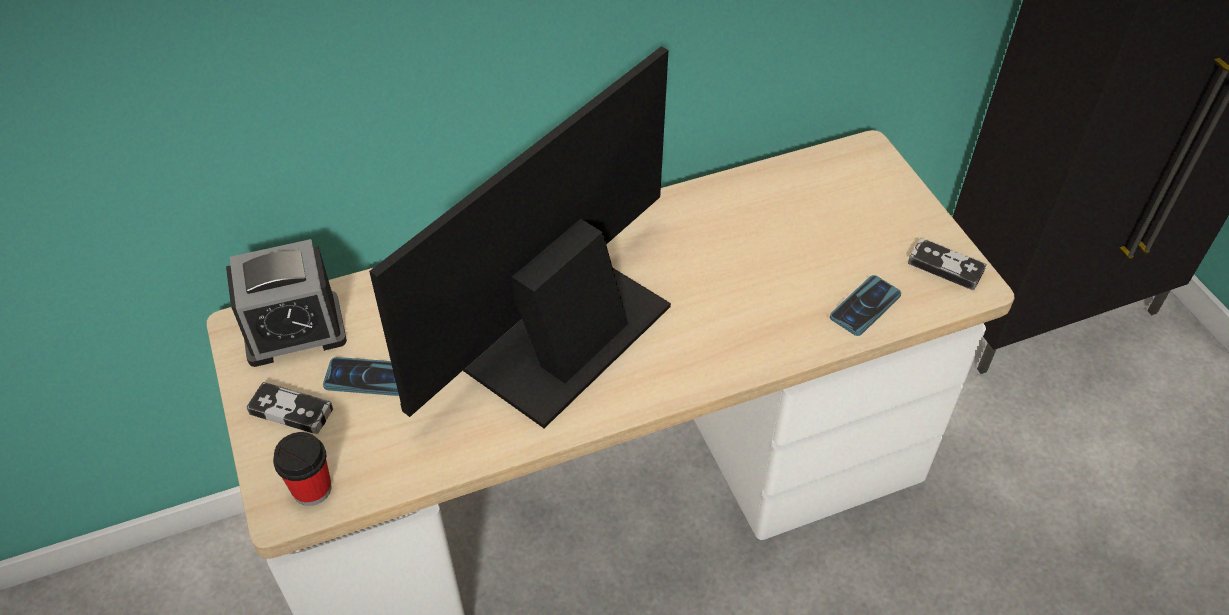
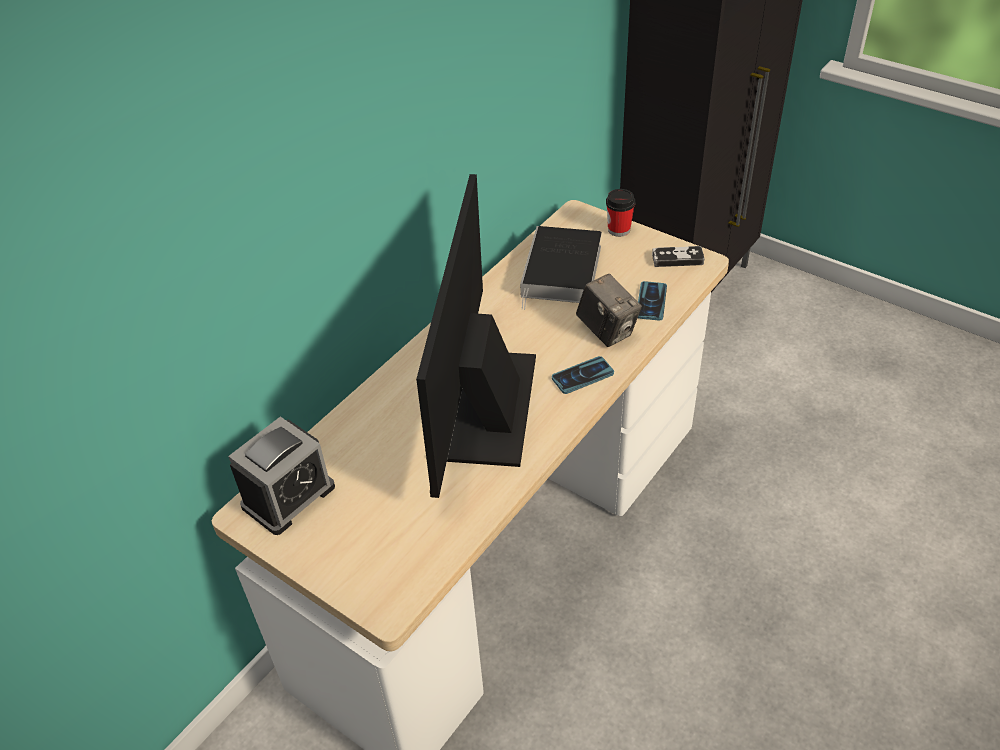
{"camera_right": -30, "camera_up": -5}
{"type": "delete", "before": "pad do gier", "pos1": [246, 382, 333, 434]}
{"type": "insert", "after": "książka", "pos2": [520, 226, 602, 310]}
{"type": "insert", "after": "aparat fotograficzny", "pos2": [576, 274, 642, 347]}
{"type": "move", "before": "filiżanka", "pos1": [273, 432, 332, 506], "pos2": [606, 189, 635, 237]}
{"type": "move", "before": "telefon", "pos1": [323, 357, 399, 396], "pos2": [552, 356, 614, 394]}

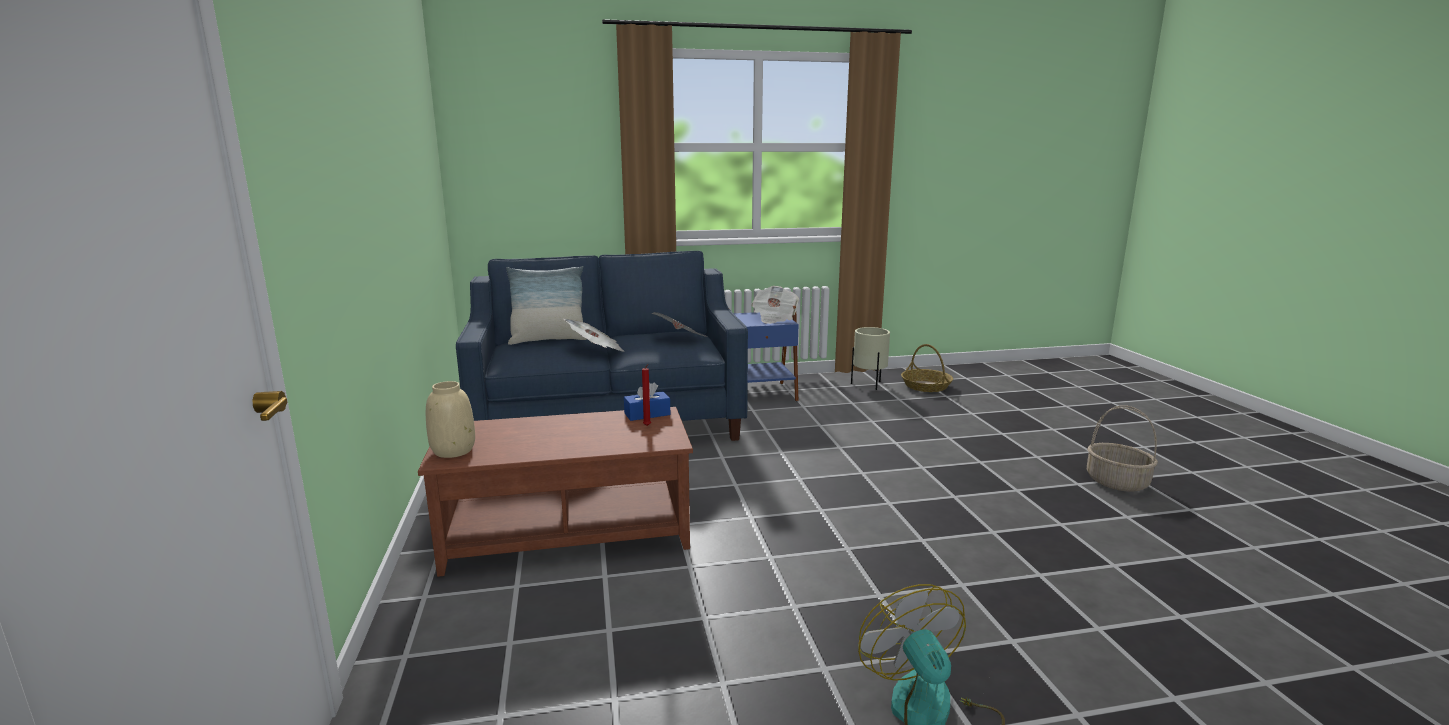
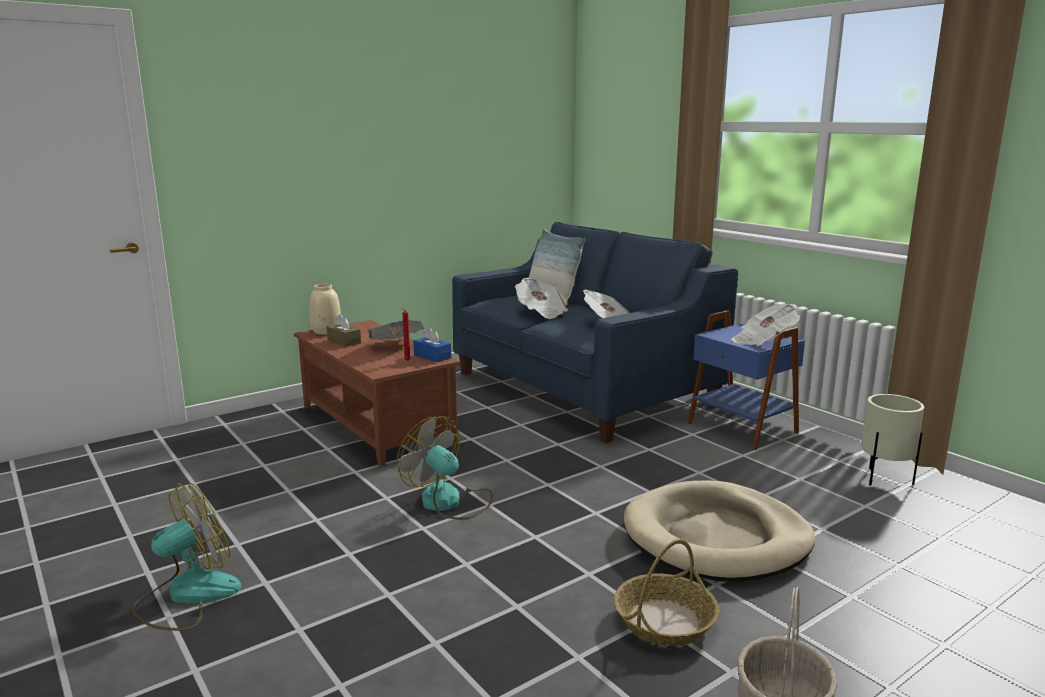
{"camera_right": 65, "camera_up": 0}
{"type": "insert", "after": "pudełko chusteczek (brązowy)", "pos2": [327, 314, 361, 347]}
{"type": "insert", "after": "gazeta", "pos2": [368, 320, 424, 340]}
{"type": "insert", "after": "wentylator", "pos2": [397, 416, 493, 520]}
{"type": "insert", "after": "legowisko (beżowy)", "pos2": [624, 480, 815, 582]}
{"type": "move", "before": "koszyk", "pos1": [901, 344, 953, 392], "pos2": [614, 539, 719, 646]}

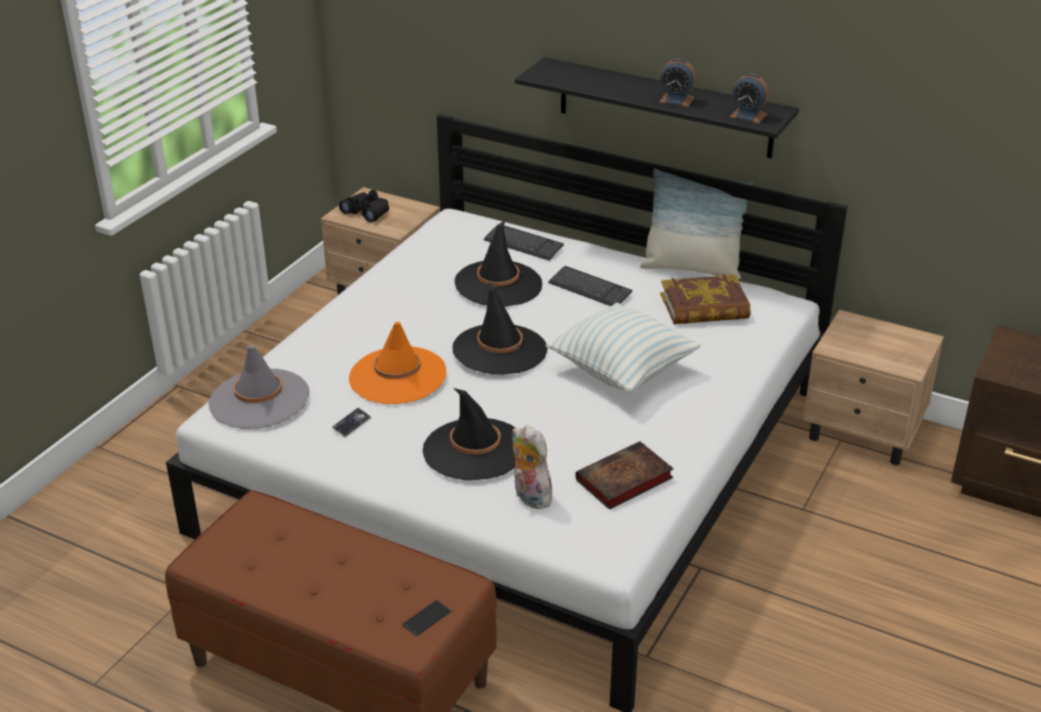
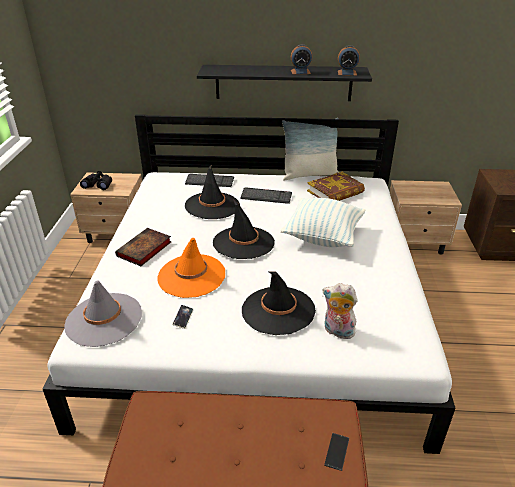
{"camera_right": -25, "camera_up": 0}
{"type": "move", "before": "książka", "pos1": [576, 441, 674, 510], "pos2": [115, 228, 172, 266]}

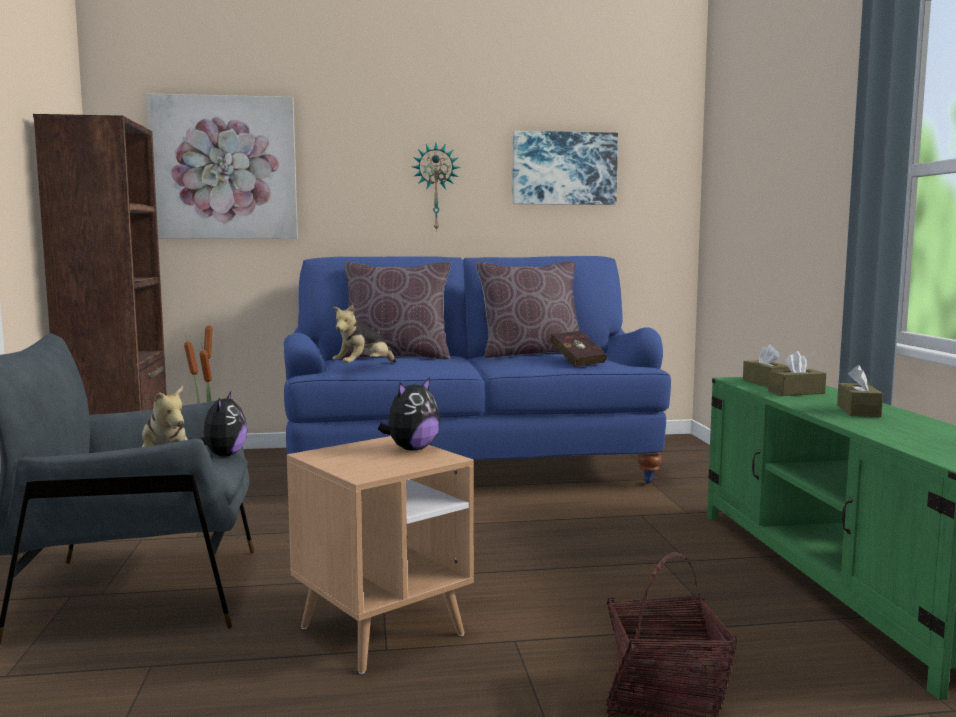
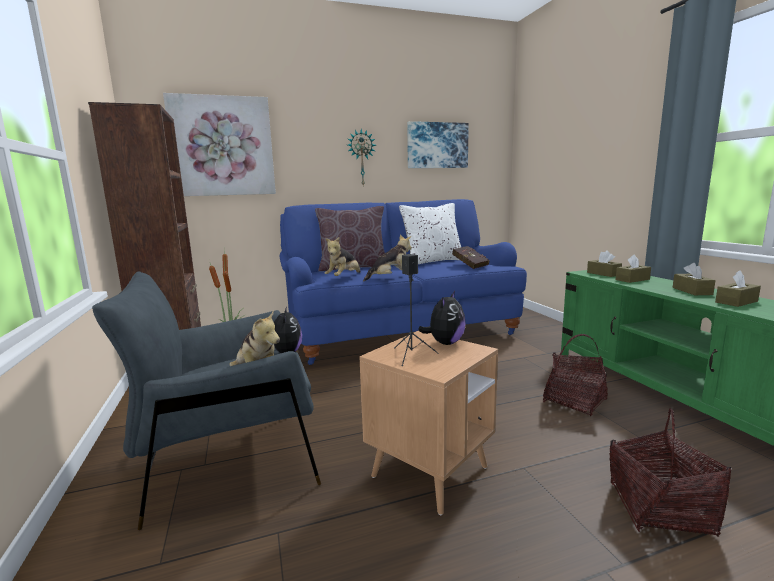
{"camera_right": -10, "camera_up": 5}
{"type": "insert", "after": "pluszak", "pos2": [363, 235, 412, 282]}
{"type": "insert", "after": "głośnik (czarny)", "pos2": [394, 254, 439, 366]}
{"type": "insert", "after": "koszyk", "pos2": [543, 334, 608, 416]}
{"type": "insert", "after": "pudełko chusteczek (brązowy)", "pos2": [715, 270, 761, 307]}
{"type": "recolor", "before": "poduszka (brązowy)", "after": "poduszka (biały)", "pos1": [476, 262, 579, 358], "pos2": [399, 203, 461, 264]}

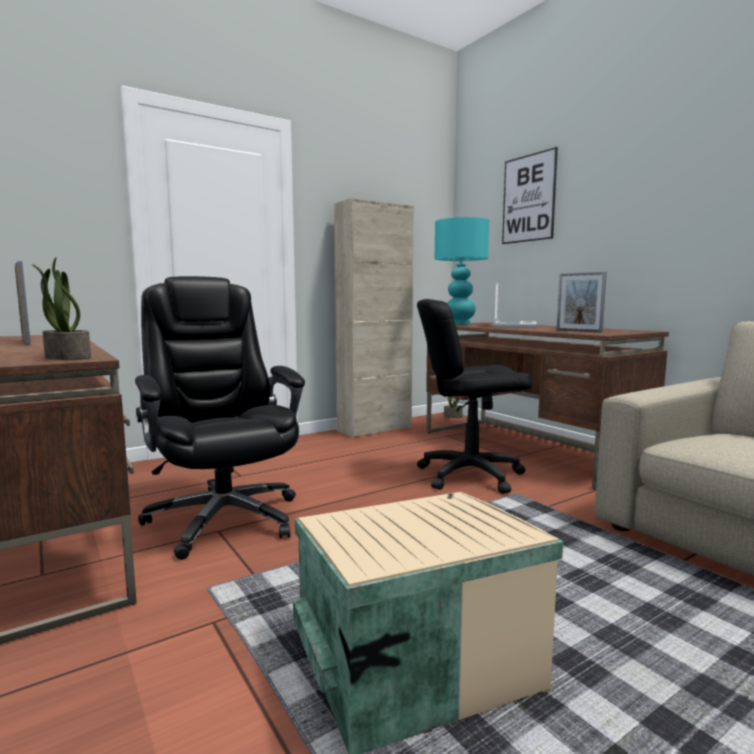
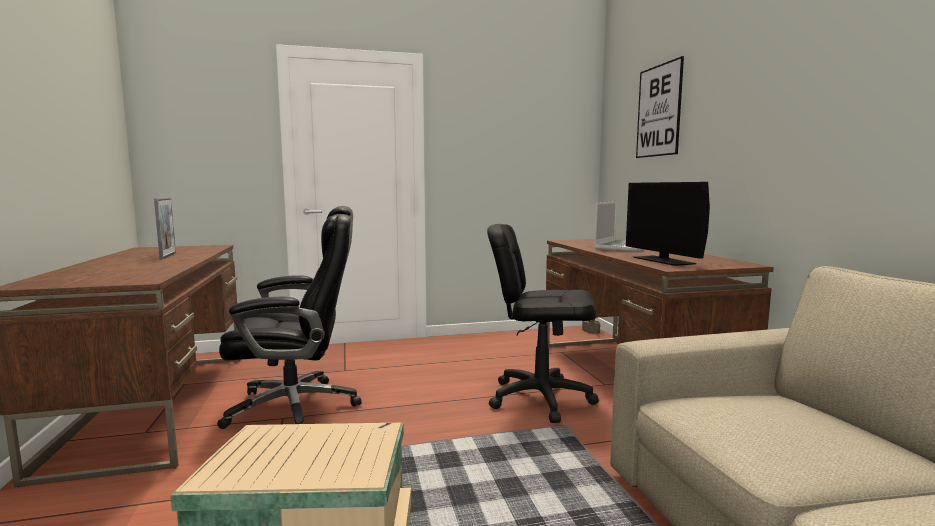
{"camera_right": 20, "camera_up": 0}
{"type": "delete", "before": "roślina doniczkowa", "pos1": [32, 257, 91, 360]}
{"type": "delete", "before": "szafka (beżowy)", "pos1": [334, 198, 414, 438]}
{"type": "delete", "before": "lampa stołowa (turkusowy)", "pos1": [435, 217, 489, 325]}
{"type": "replace", "before": "ramka na zdjęcie", "after": "monitor", "pos1": [557, 271, 607, 332], "pos2": [626, 182, 710, 266]}
{"type": "rotate", "before": "krzesło biurowe (czarny)", "pos1": [135, 276, 305, 560], "pos2": [217, 206, 362, 429], "turn": 90}

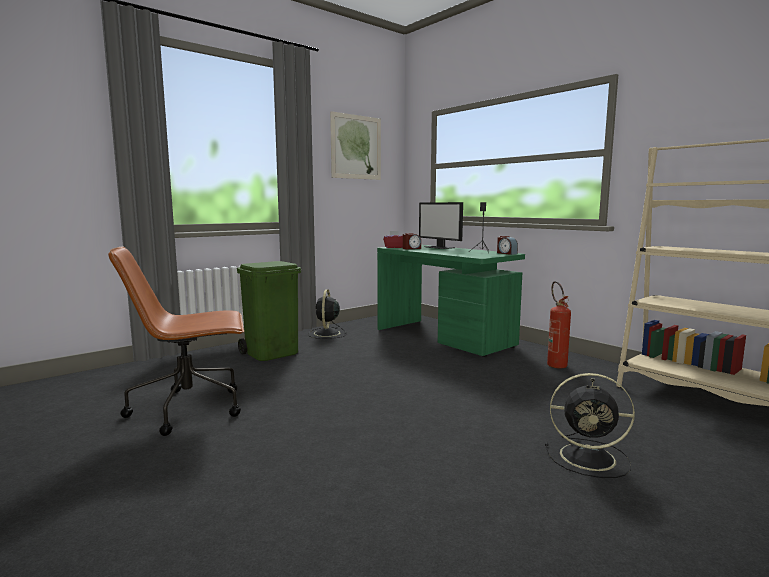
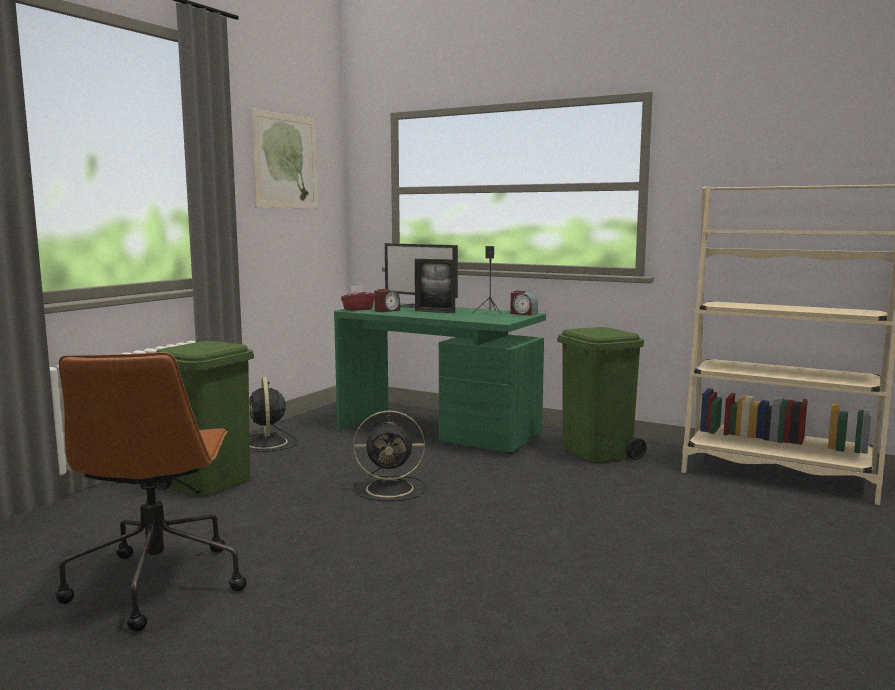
{"camera_right": -20, "camera_up": 0}
{"type": "insert", "after": "ramka na zdjęcie", "pos2": [415, 259, 455, 313]}
{"type": "move", "before": "wentylator (czarny)", "pos1": [545, 373, 635, 478], "pos2": [353, 411, 426, 501]}
{"type": "replace", "before": "gaśnica", "after": "kosz na śmieci (zielony)", "pos1": [547, 281, 571, 368], "pos2": [557, 327, 647, 463]}
{"type": "rotate", "before": "krzesło biurowe (brązowy)", "pos1": [108, 247, 244, 436], "pos2": [56, 352, 246, 632], "turn": -60}

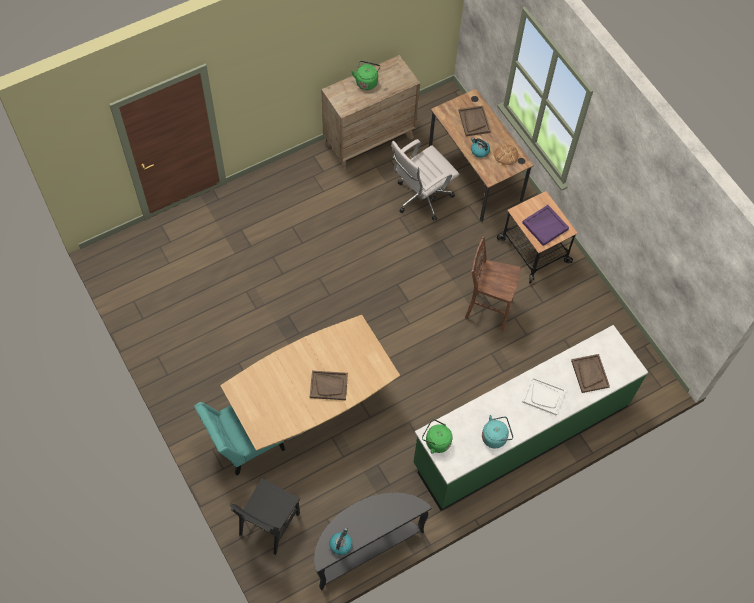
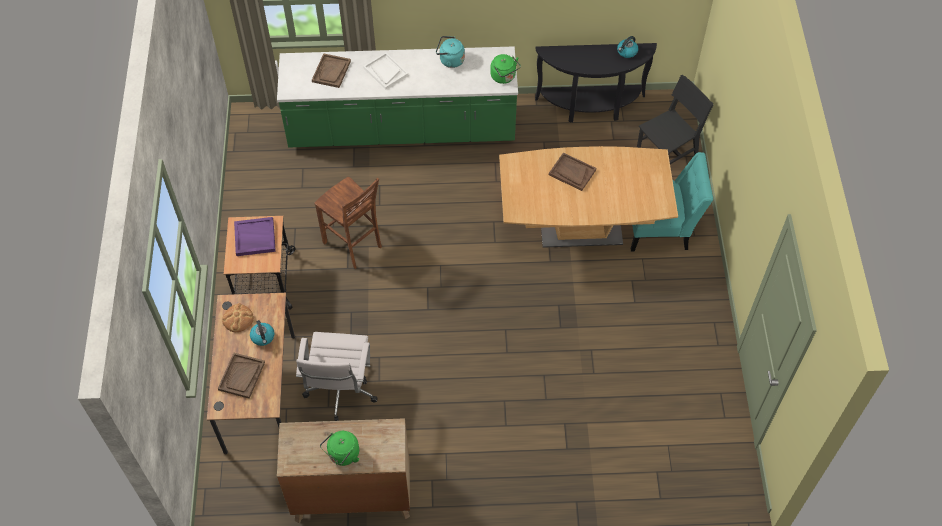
{"camera_right": -150, "camera_up": -5}
{"type": "rotate", "before": "krzesło biurowe (biały)", "pos1": [391, 139, 459, 221], "pos2": [296, 332, 377, 421], "turn": 105}

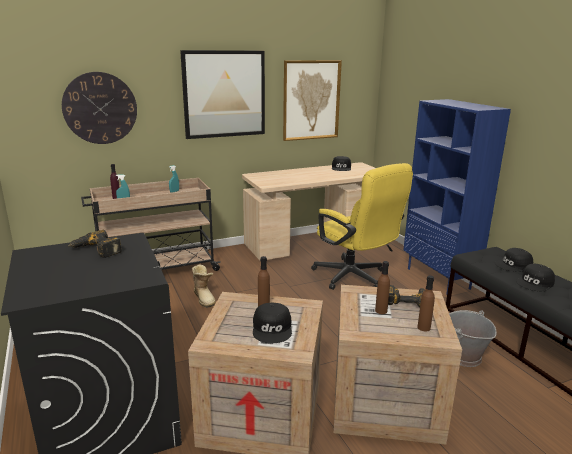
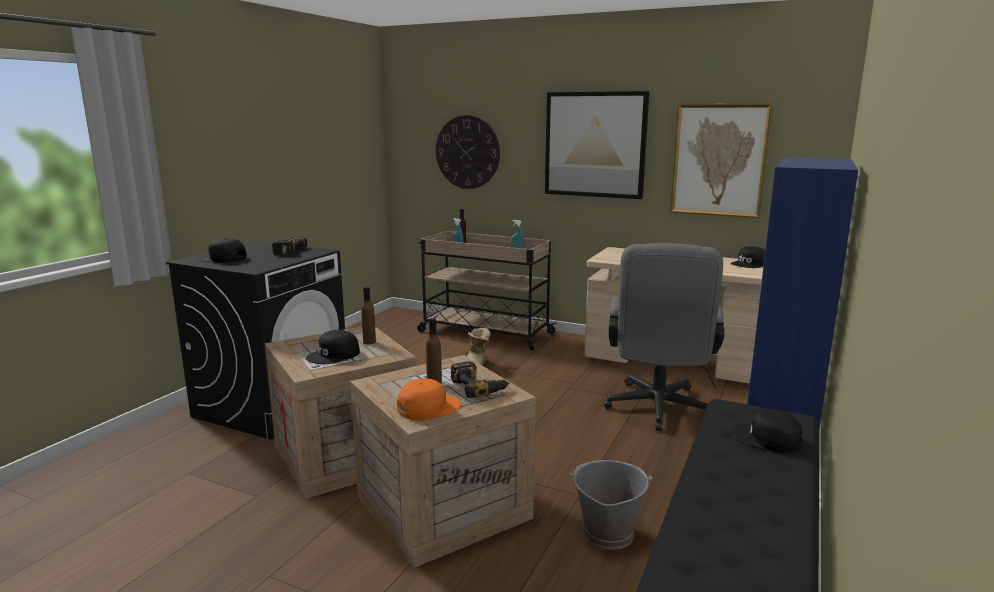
{"camera_right": 50, "camera_up": -5}
{"type": "move", "before": "czapka z daszkiem (czarny)", "pos1": [516, 264, 555, 291], "pos2": [199, 238, 247, 263]}
{"type": "replace", "before": "butelka (brązowy)", "after": "czapka z daszkiem (pomarańczowy)", "pos1": [417, 275, 435, 332], "pos2": [397, 378, 461, 420]}
{"type": "recolor", "before": "krzesło biurowe (żółty)", "after": "krzesło biurowe (szary)", "pos1": [311, 163, 413, 290], "pos2": [603, 243, 725, 431]}

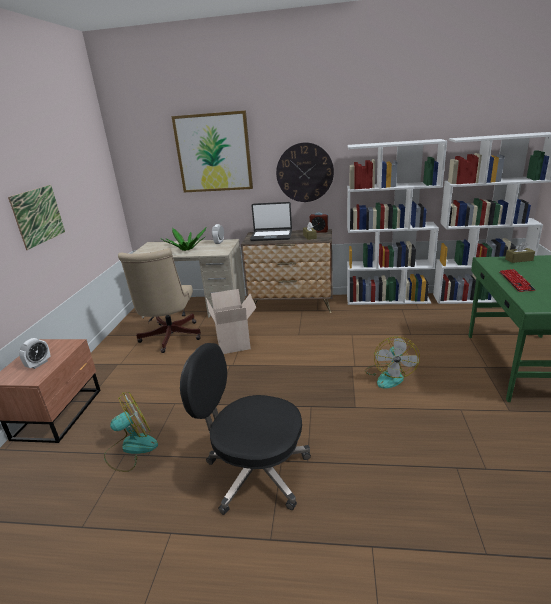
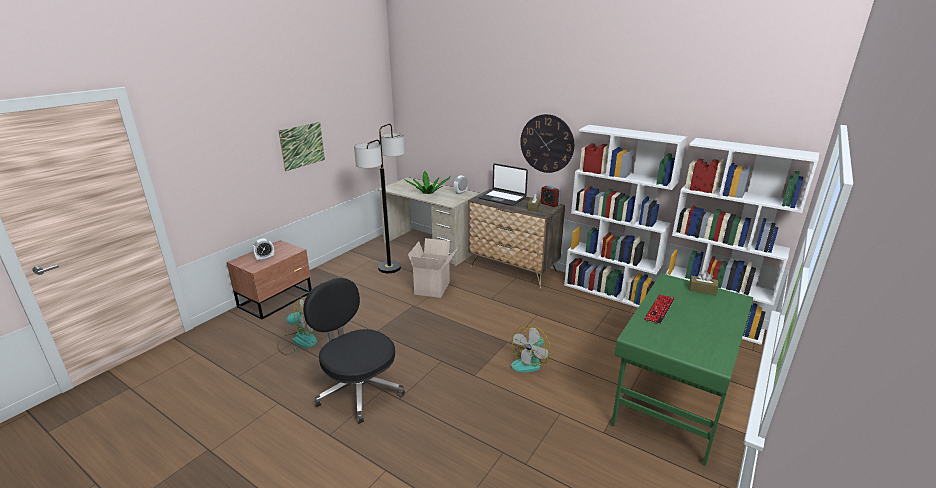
{"camera_right": 25, "camera_up": 0}
{"type": "delete", "before": "obraz", "pos1": [171, 110, 253, 192]}
{"type": "replace", "before": "krzesło biurowe (beżowy)", "after": "lampa stojąca", "pos1": [118, 248, 201, 353], "pos2": [354, 124, 405, 273]}

